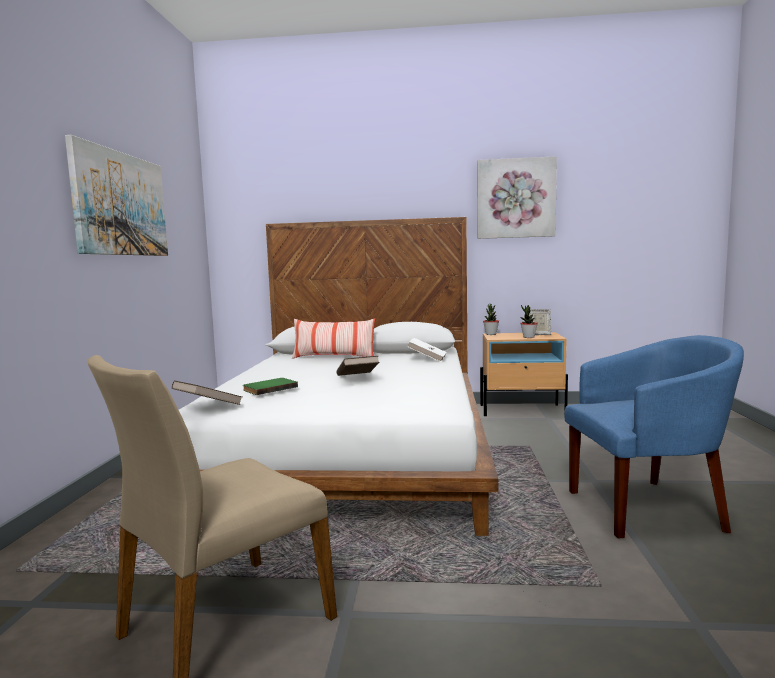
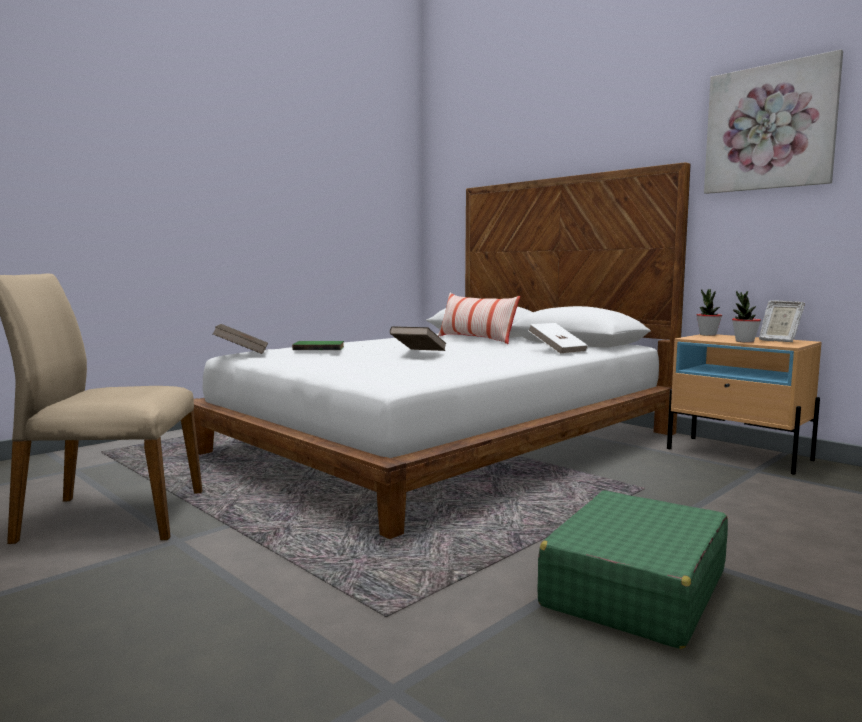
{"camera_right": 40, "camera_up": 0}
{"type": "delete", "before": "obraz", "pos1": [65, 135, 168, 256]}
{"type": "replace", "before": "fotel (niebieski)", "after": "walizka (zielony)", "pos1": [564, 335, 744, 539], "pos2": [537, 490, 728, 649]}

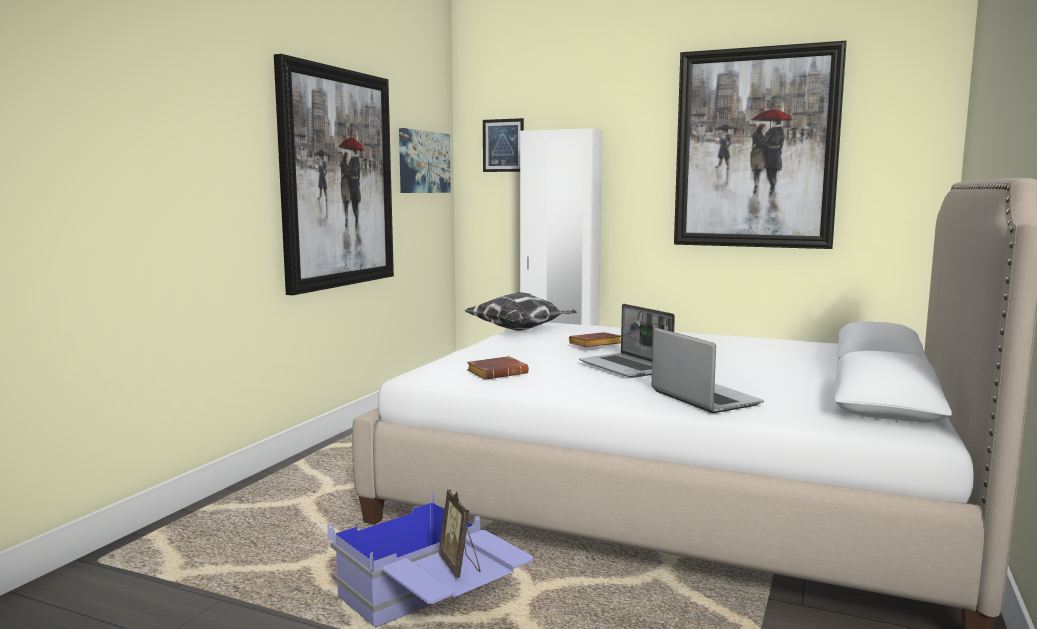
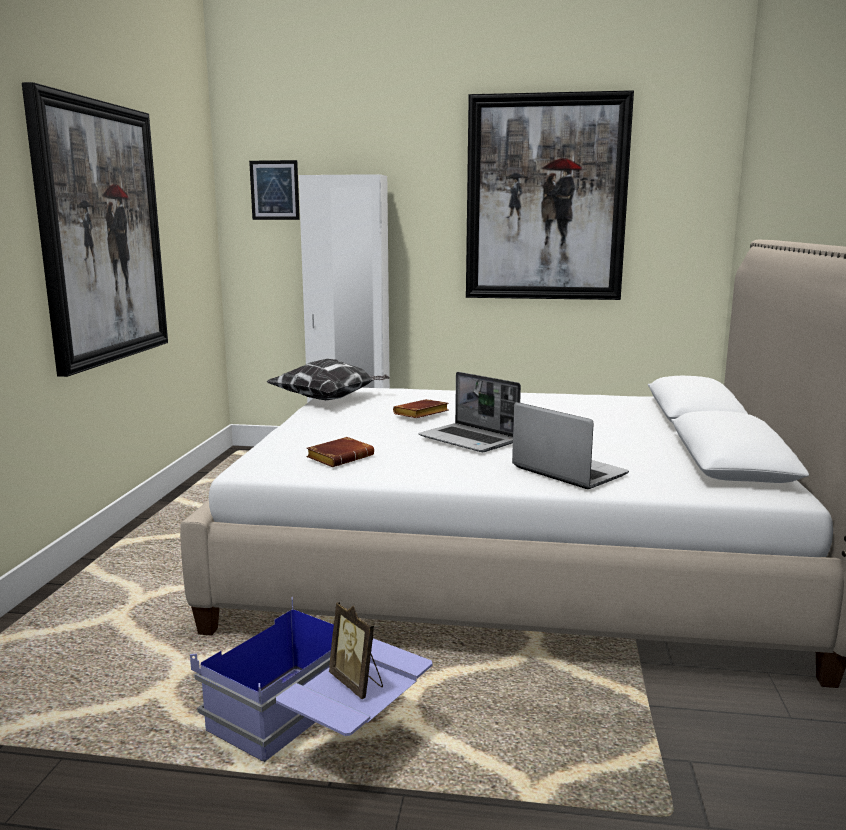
{"camera_right": -15, "camera_up": 5}
{"type": "delete", "before": "obraz", "pos1": [399, 128, 451, 193]}

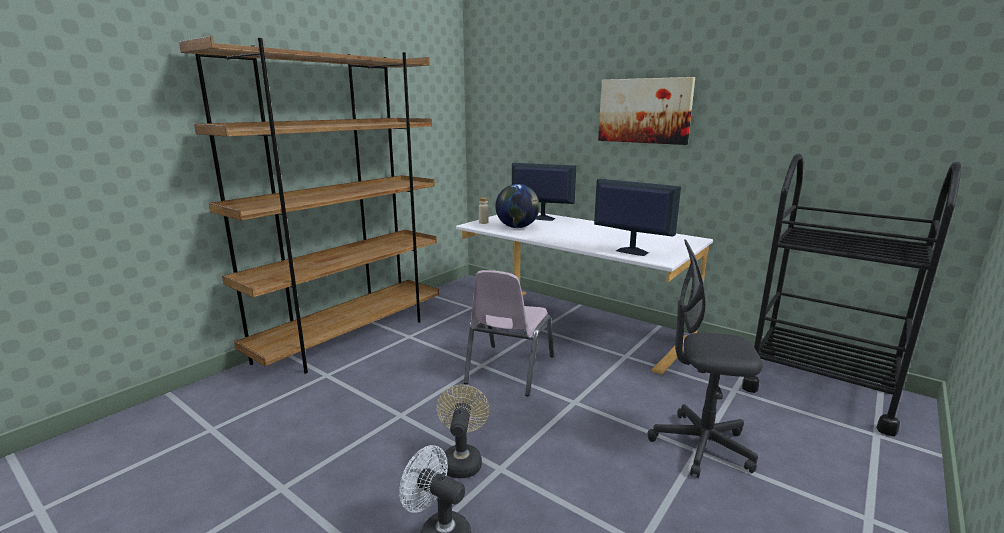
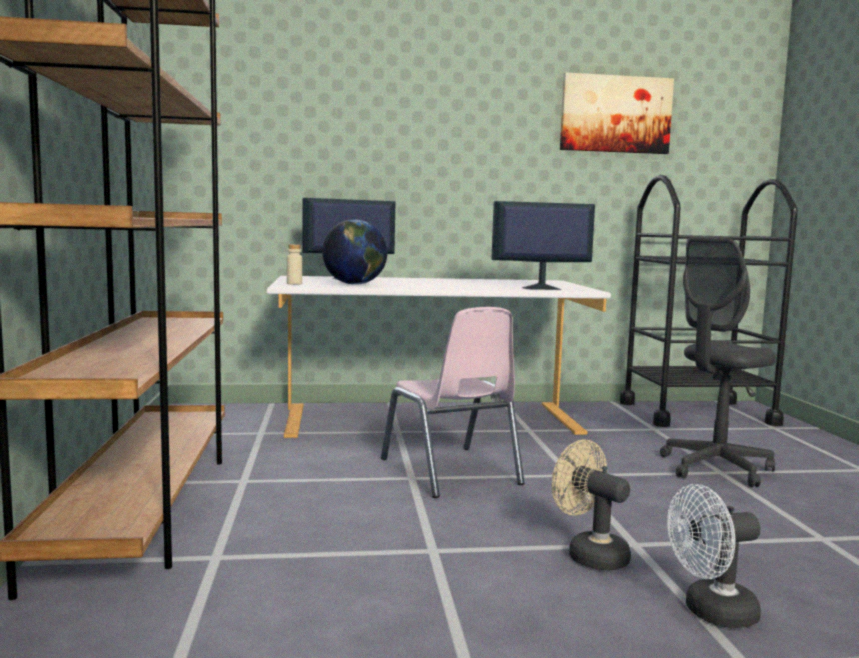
{"camera_right": -45, "camera_up": -10}
{"type": "move", "before": "obraz", "pos1": [598, 77, 695, 145], "pos2": [560, 73, 674, 154]}

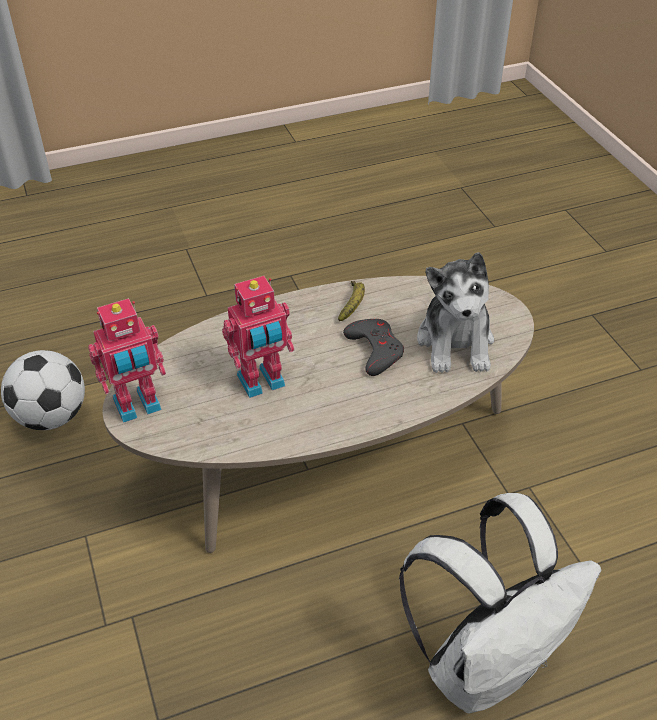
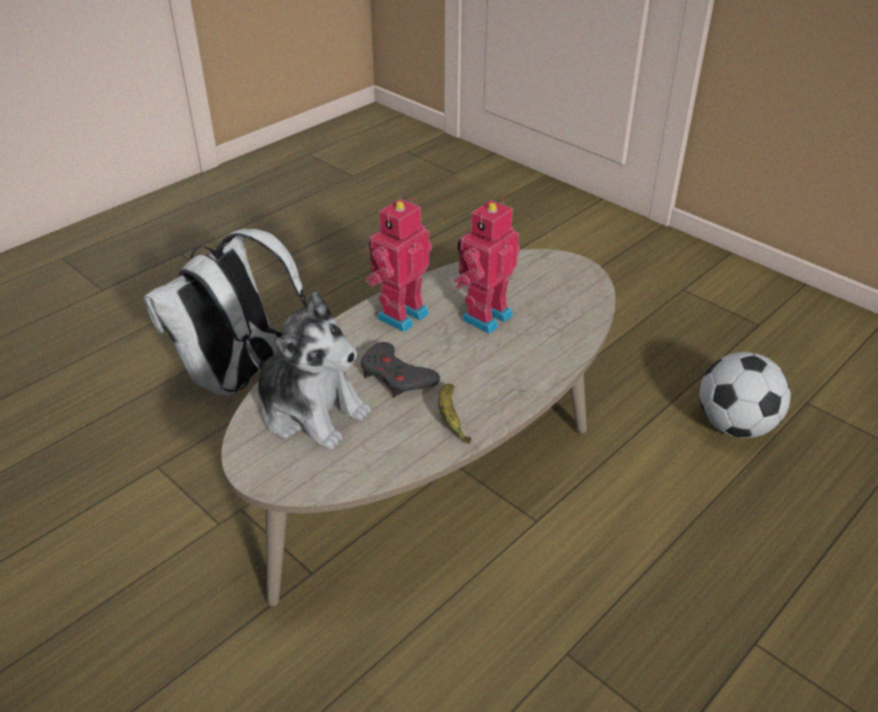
{"camera_right": 155, "camera_up": -5}
{"type": "move", "before": "robot zabawkowy", "pos1": [88, 298, 166, 423], "pos2": [366, 197, 432, 332]}
{"type": "rotate", "before": "pluszak", "pos1": [417, 252, 494, 373], "pos2": [246, 292, 371, 450], "turn": 150}

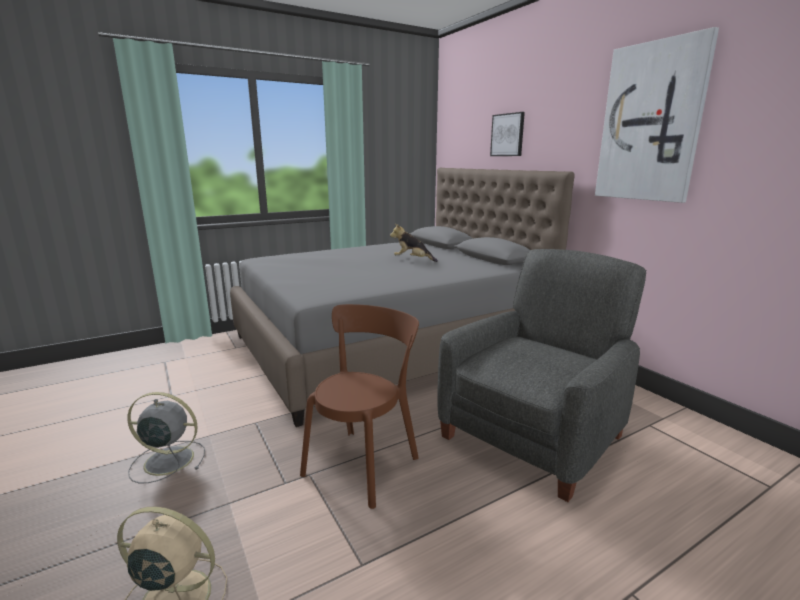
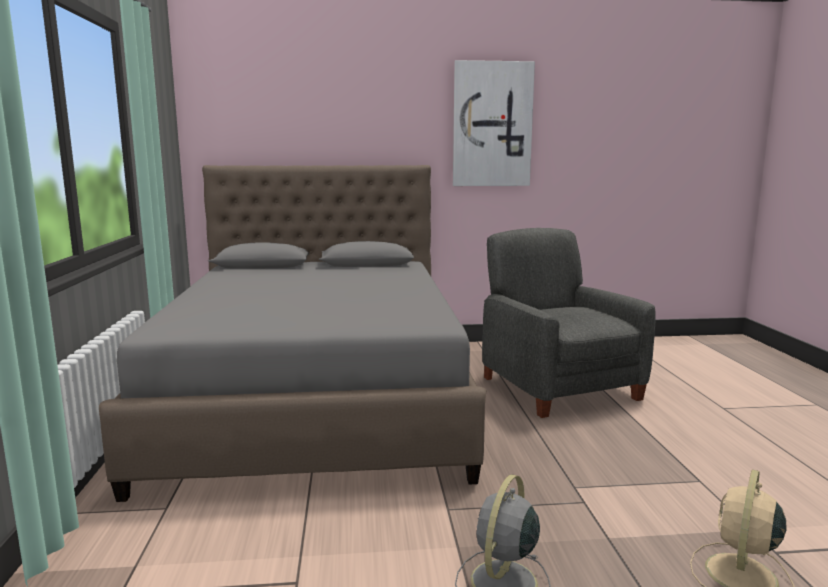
{"camera_right": -65, "camera_up": -5}
{"type": "delete", "before": "krzesło (brązowy)", "pos1": [300, 304, 419, 509]}
{"type": "delete", "before": "pluszak", "pos1": [390, 224, 438, 262]}
{"type": "delete", "before": "obraz", "pos1": [490, 112, 525, 156]}

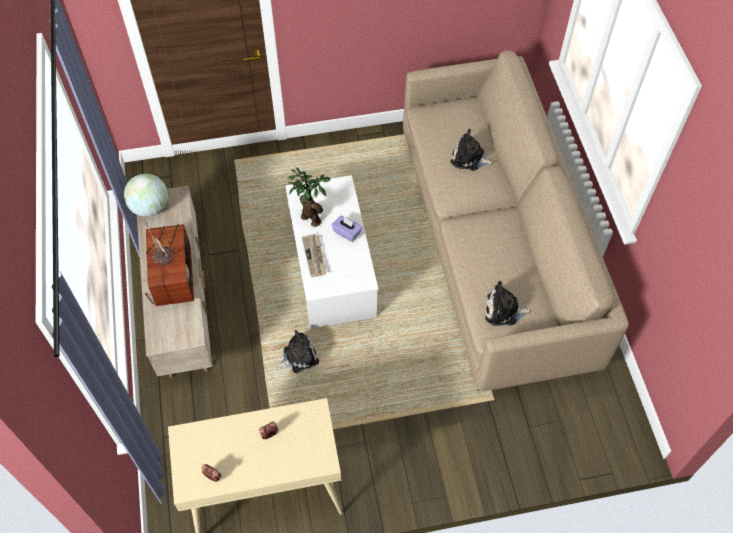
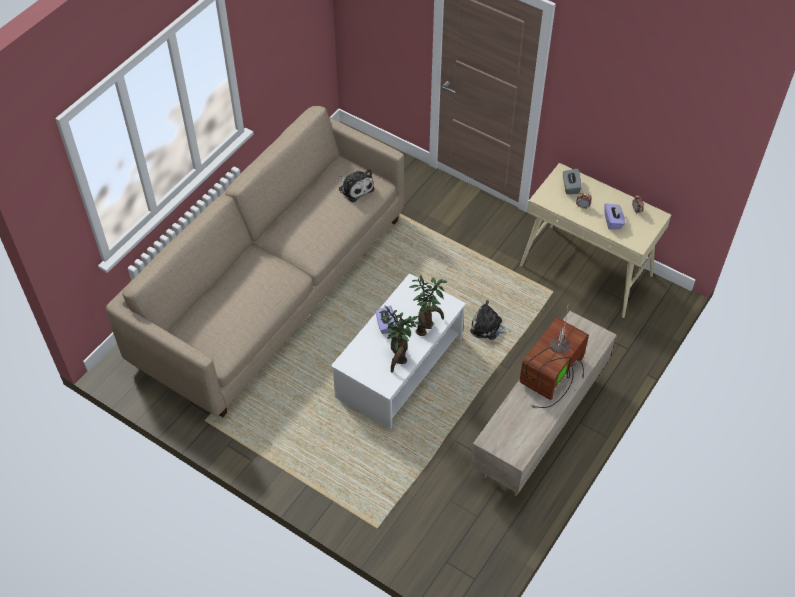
{"camera_right": -135, "camera_up": -5}
{"type": "delete", "before": "globus", "pos1": [124, 174, 168, 217]}
{"type": "delete", "before": "pluszak", "pos1": [451, 129, 495, 171]}
{"type": "insert", "after": "pudełko chusteczek (szary)", "pos2": [563, 168, 582, 194]}
{"type": "insert", "after": "pudełko chusteczek (fioletowy)", "pos2": [604, 204, 625, 230]}
{"type": "replace", "before": "gazeta", "after": "roślina doniczkowa", "pos1": [302, 234, 326, 277], "pos2": [409, 274, 447, 336]}

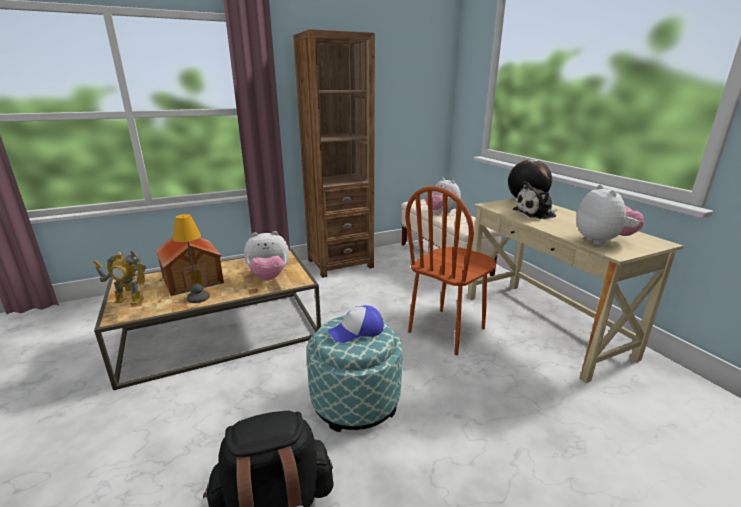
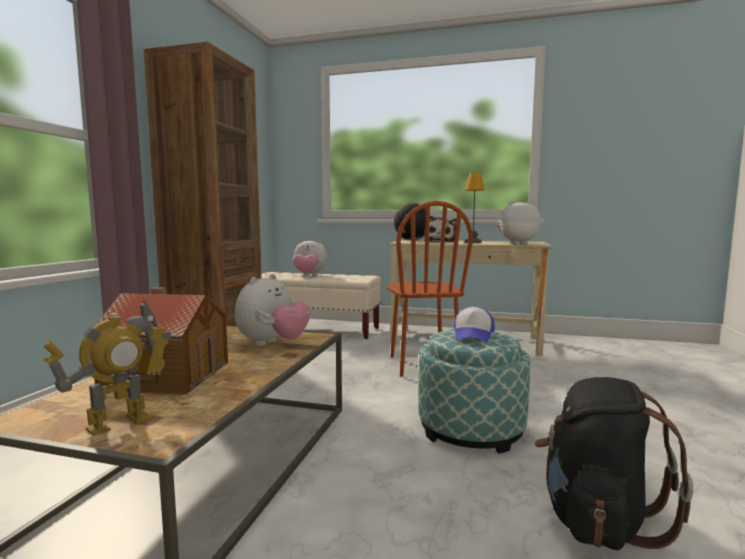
{"camera_right": -50, "camera_up": -15}
{"type": "move", "before": "lampa stołowa", "pos1": [173, 214, 210, 303], "pos2": [464, 173, 485, 243]}
{"type": "rotate", "before": "pluszak", "pos1": [577, 184, 644, 245], "pos2": [497, 201, 541, 244], "turn": -45}

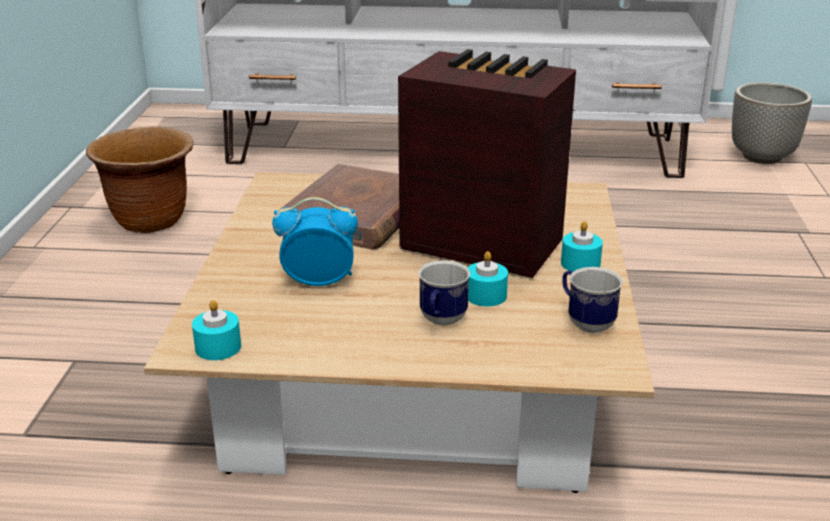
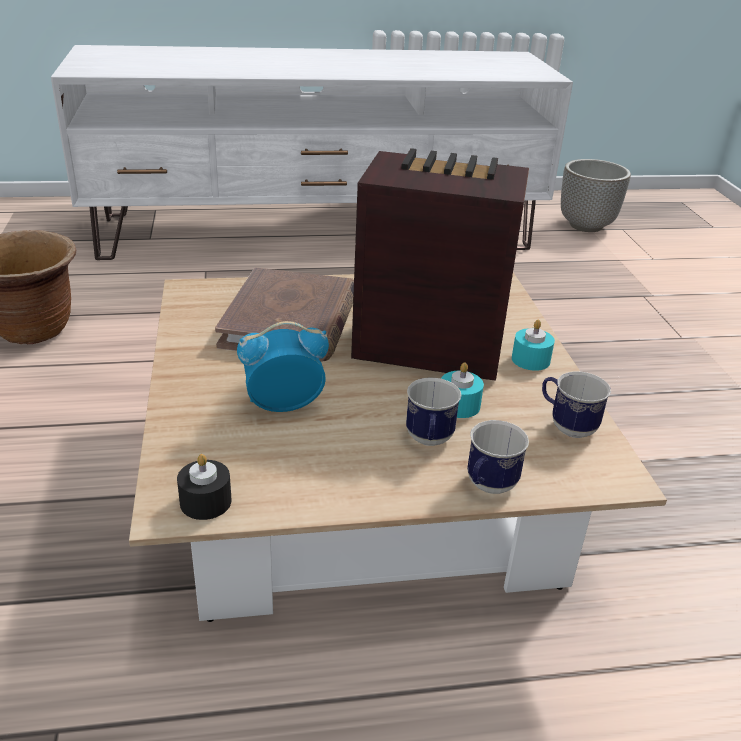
{"camera_right": -15, "camera_up": 5}
{"type": "insert", "after": "kubek", "pos2": [467, 420, 529, 494]}
{"type": "recolor", "before": "świeca (turkusowy)", "after": "świeca (czarny)", "pos1": [192, 300, 241, 360], "pos2": [177, 454, 232, 520]}

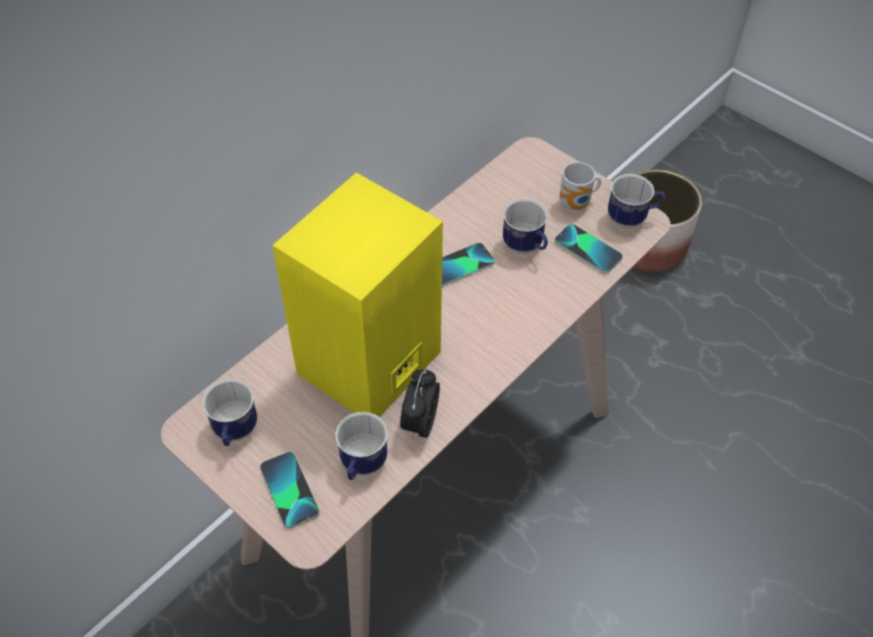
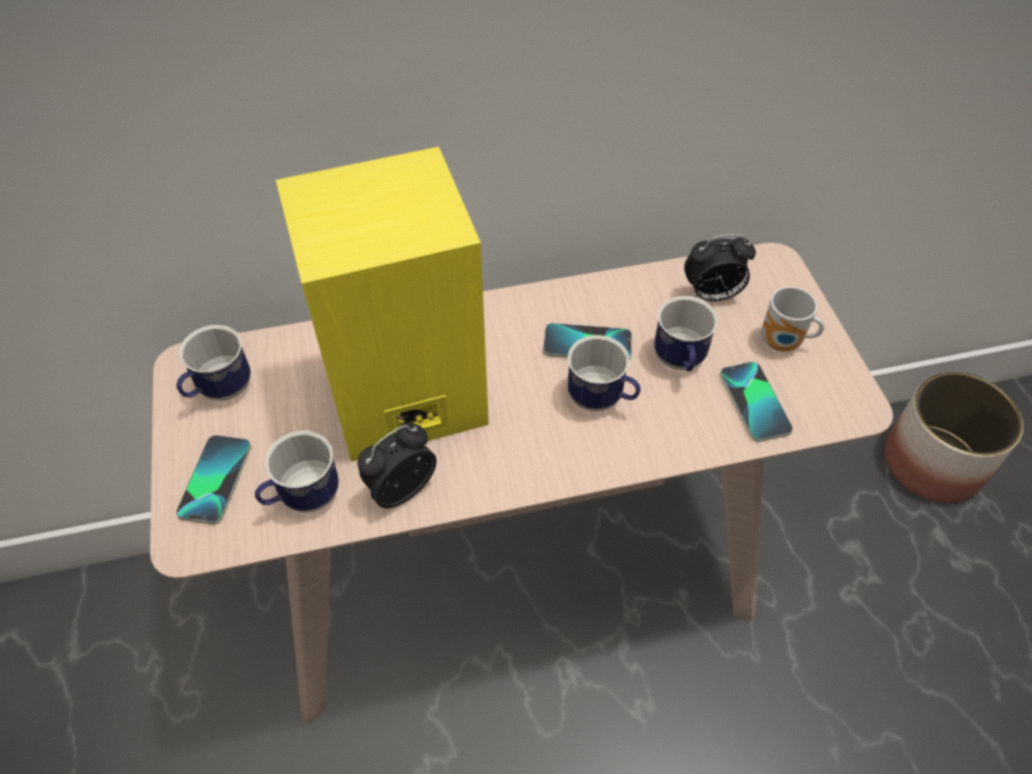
{"camera_right": 35, "camera_up": 0}
{"type": "insert", "after": "budzik", "pos2": [684, 234, 756, 302]}
{"type": "move", "before": "kubek", "pos1": [608, 174, 665, 228], "pos2": [568, 335, 641, 411]}

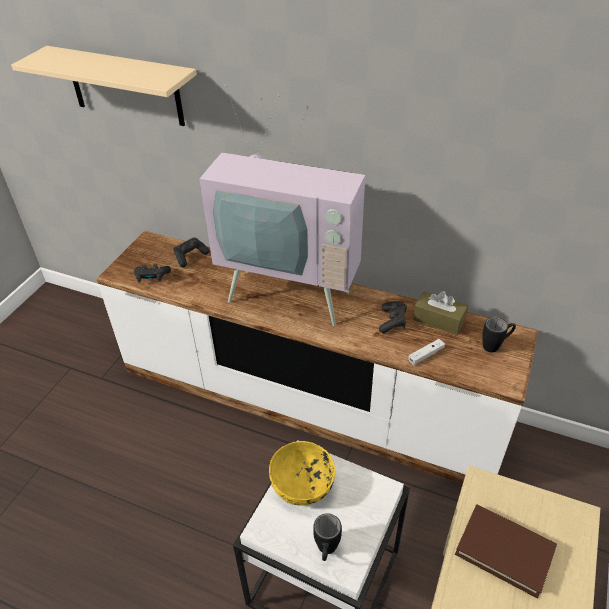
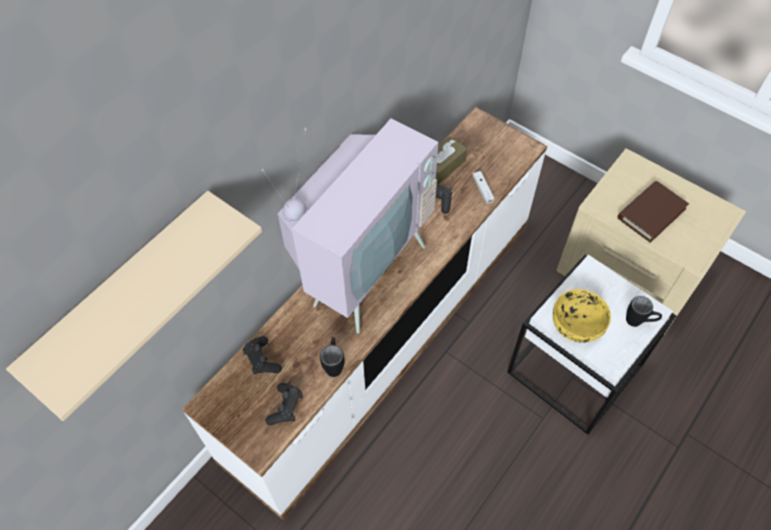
{"camera_right": -75, "camera_up": 15}
{"type": "move", "before": "kubek (czarny)", "pos1": [482, 317, 516, 353], "pos2": [320, 337, 345, 377]}

